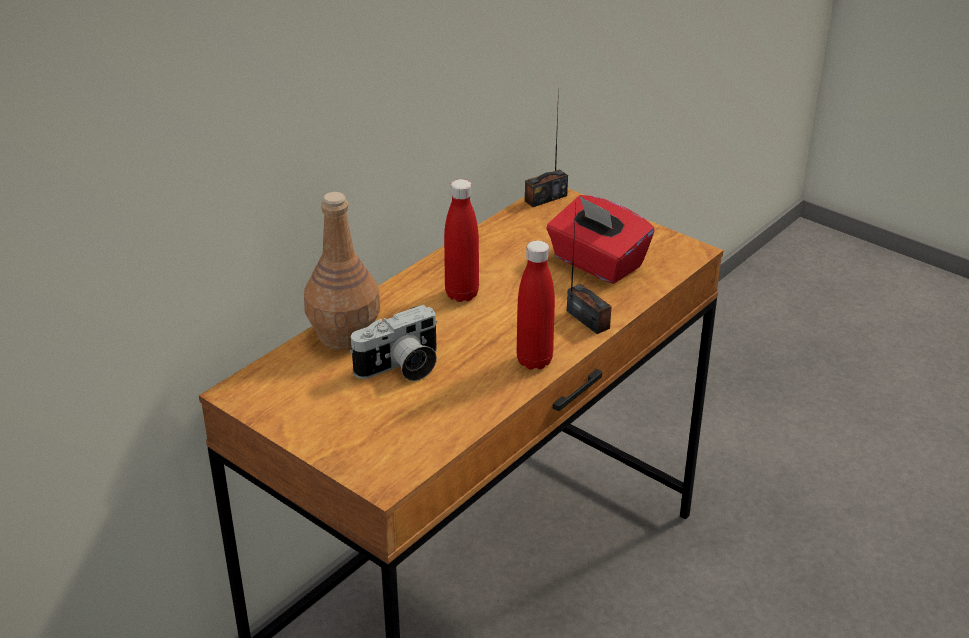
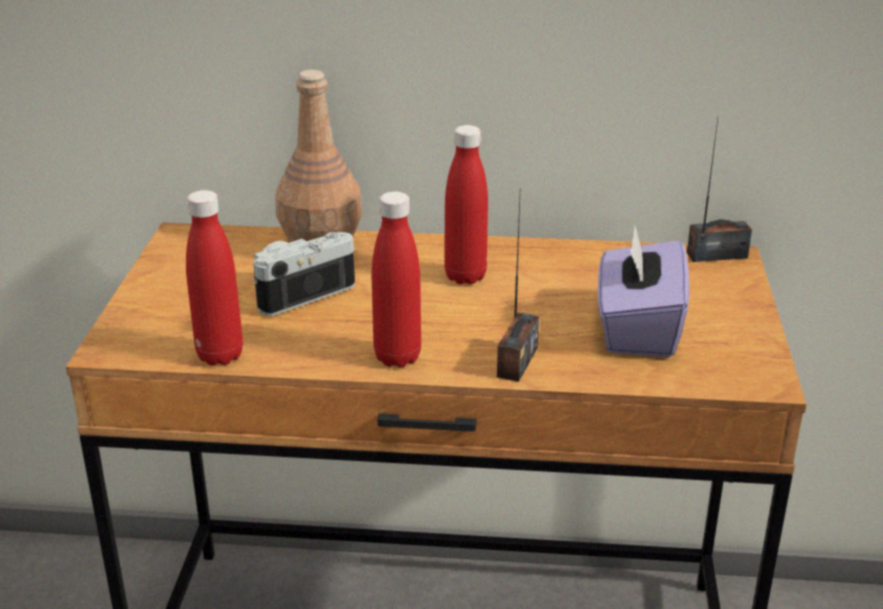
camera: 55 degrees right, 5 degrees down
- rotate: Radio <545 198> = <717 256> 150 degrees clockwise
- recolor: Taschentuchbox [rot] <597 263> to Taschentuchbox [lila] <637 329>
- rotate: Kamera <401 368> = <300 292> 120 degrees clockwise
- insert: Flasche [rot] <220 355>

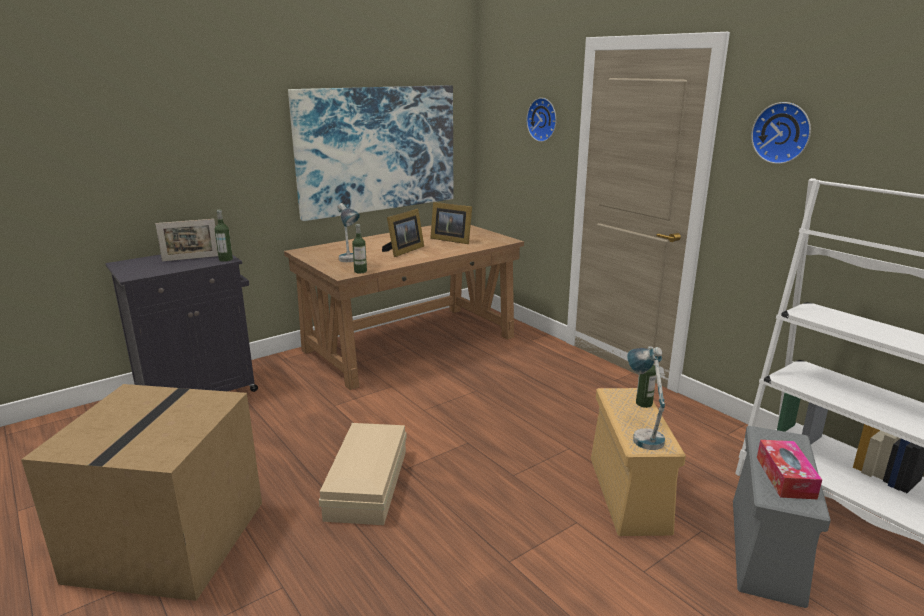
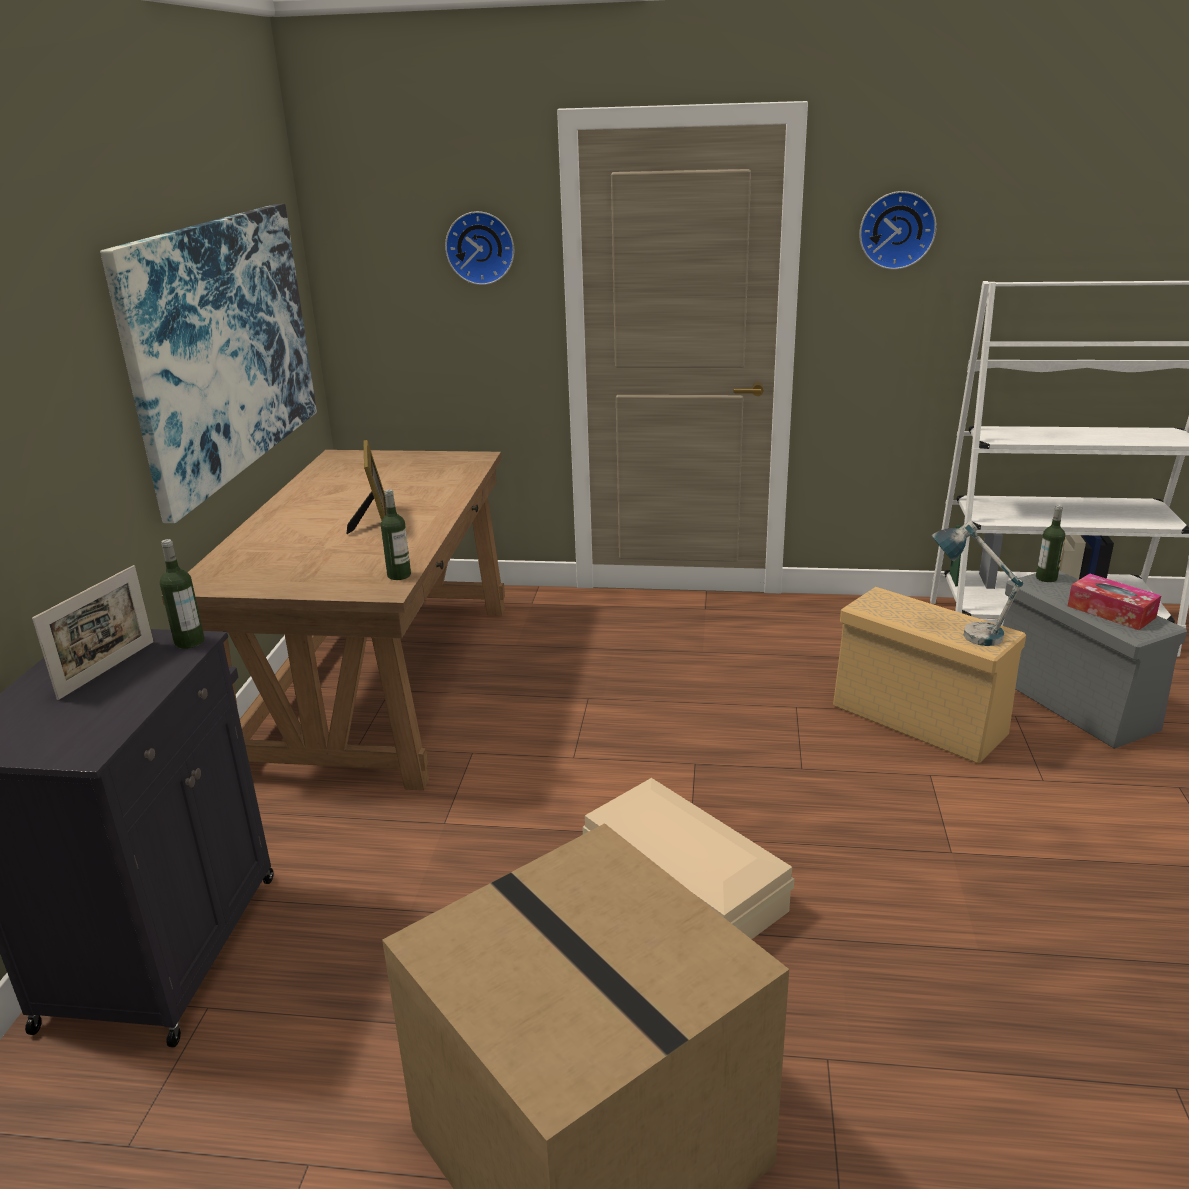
camera: 45 degrees left, 5 degrees up
- delete: Bilderrahmen <451 239>
- delete: Tischlampe <350 261>
- move: Flasche <644 403> to <1046 578>

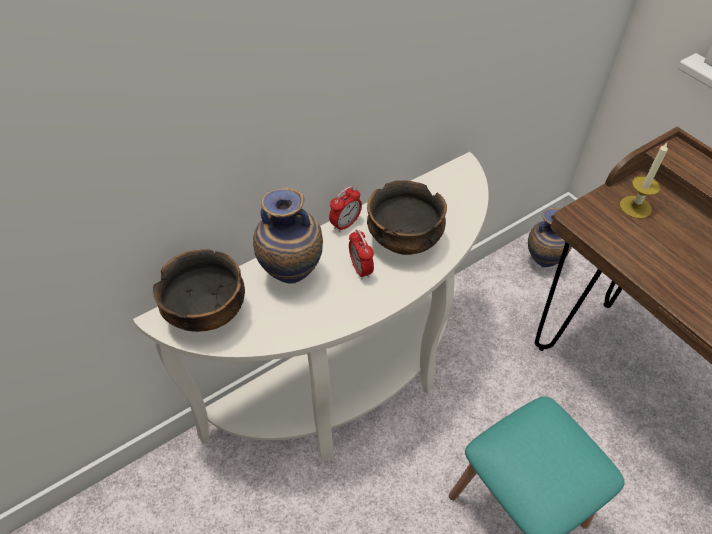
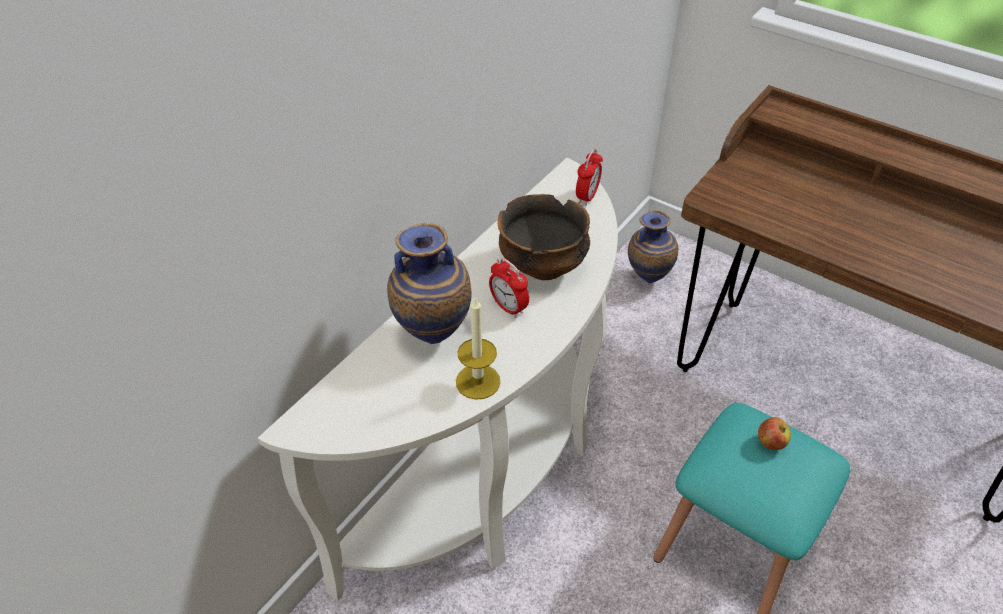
camera: 20 degrees left, 5 degrees down
- move: Kerze <635 207> to <478 381>
- move: Wecker <345 224> to <587 197>
- delete: Schüssel <208 313>
- insert: Apfel <770 442>

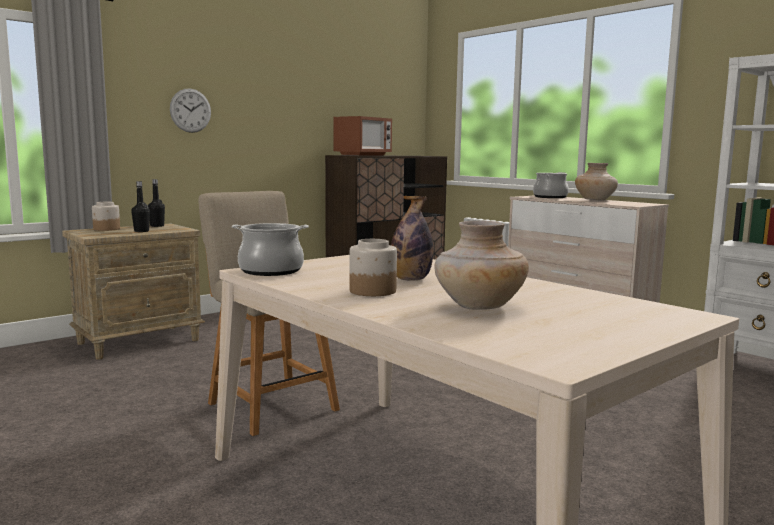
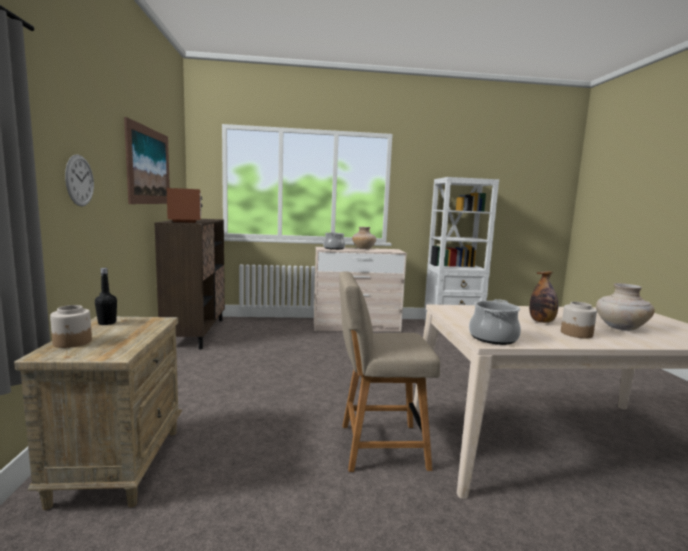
camera: 55 degrees left, 0 degrees up
- delete: Flasche [schwarz] <141 231>
- insert: Bild <149 166>

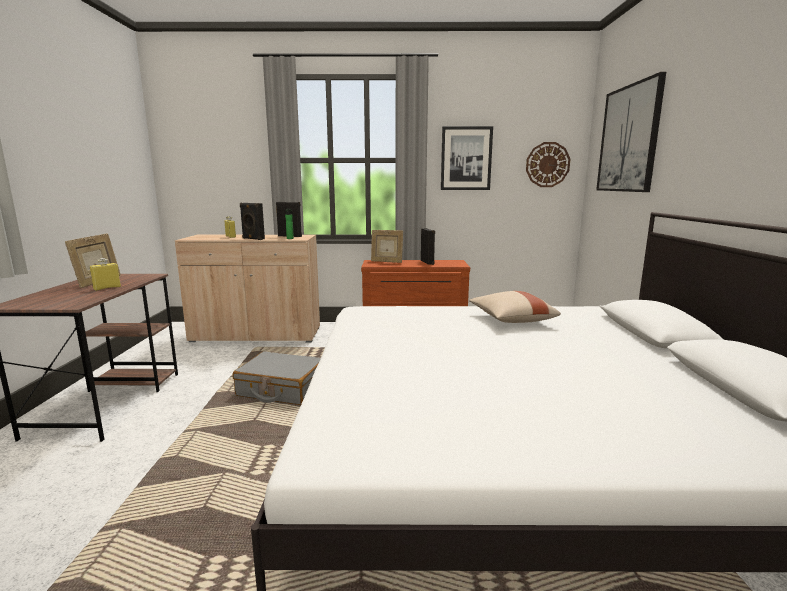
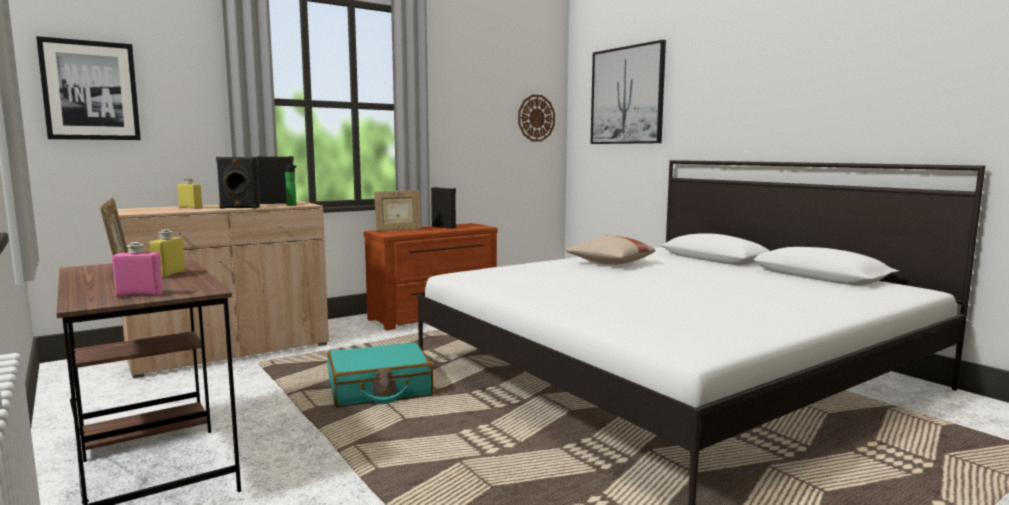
camera: 35 degrees left, 5 degrees down
- move: Bild <466 158> to <90 90>
- recolor: Koffer [grau] <281 389> to Koffer [türkis] <379 389>
- insert: Flasche [rosa] <139 295>

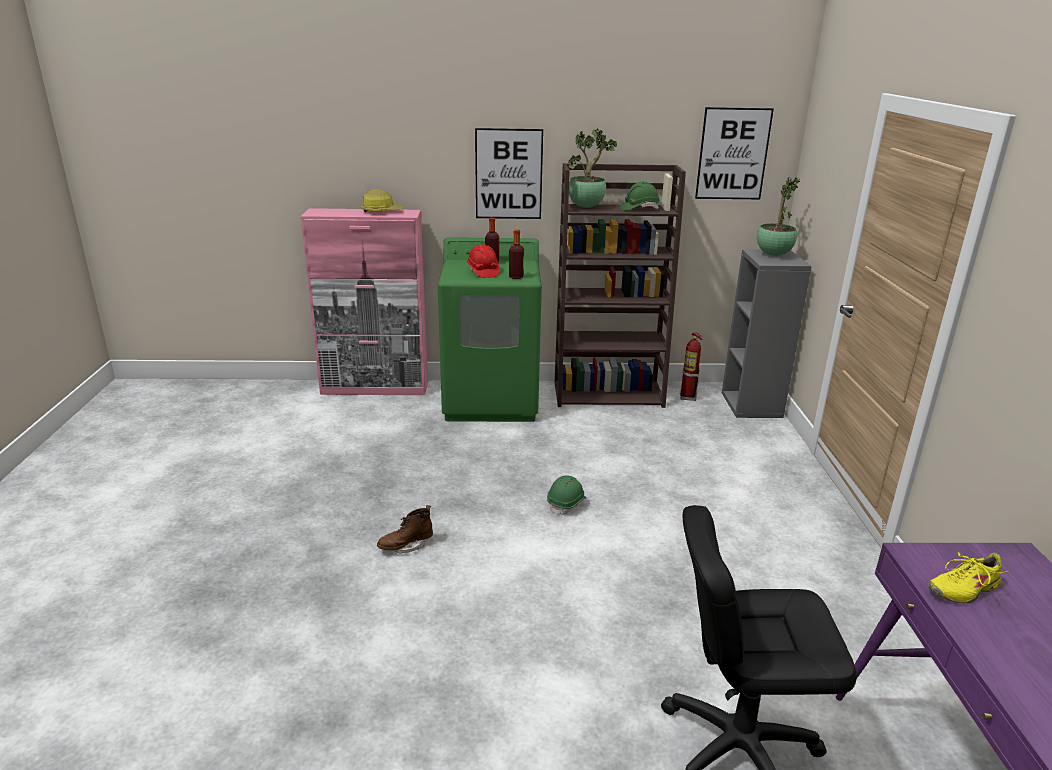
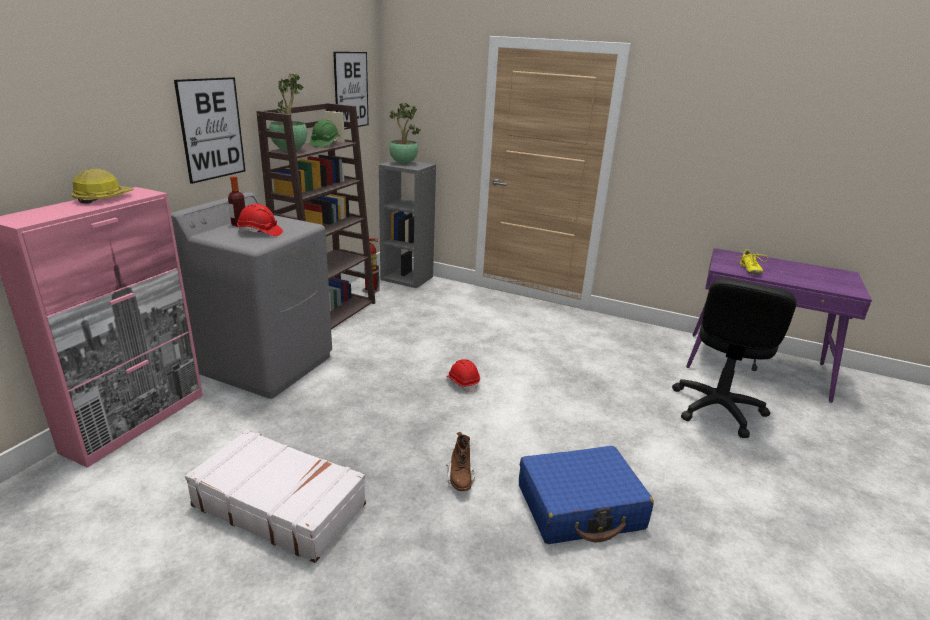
camera: 65 degrees left, 0 degrees up
- delete: Flasche <516 277>
- recolor: Waschmaschine [grün] <491 400> to Waschmaschine [grau] <267 364>
- recolor: Schutzhelm [grün] <567 504> to Schutzhelm [rot] <463 382>
- insert: Koffer [weiß] <280 504>
- insert: Koffer [blau] <580 507>

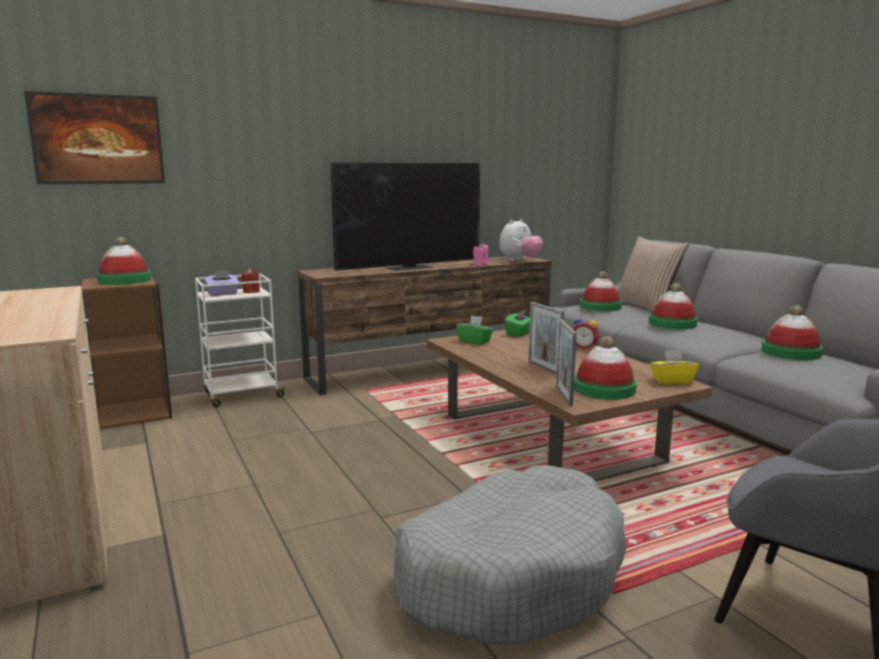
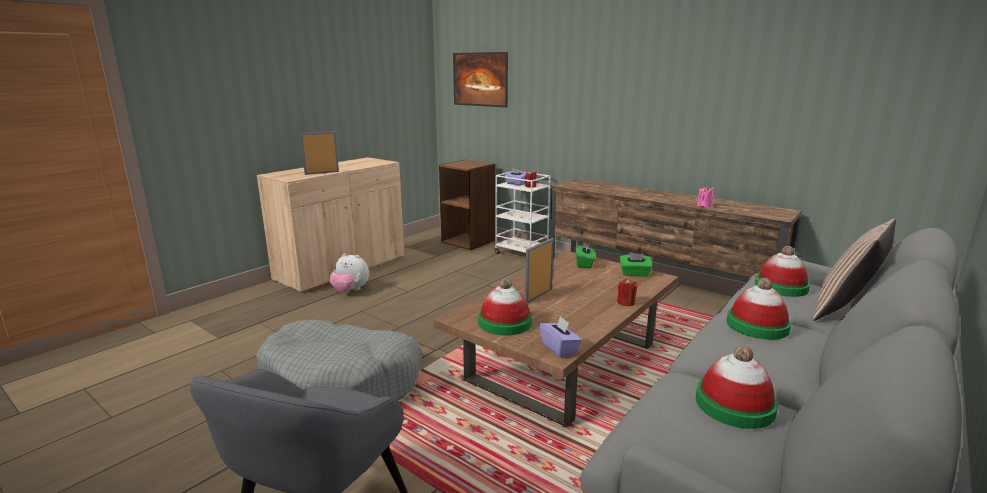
camera: 65 degrees right, 5 degrees up
- delete: Fernseher <410 267>
- move: Plüschtier <519 260> to <350 291>
- delete: Hut <125 280>
- replace: Wecker <585 347> to Kerze [rot] <626 302>
- move: Bilderrahmen <564 395> to <322 173>
- recolor: Taschentuchbox [gelb] <672 381> to Taschentuchbox [lila] <559 348>

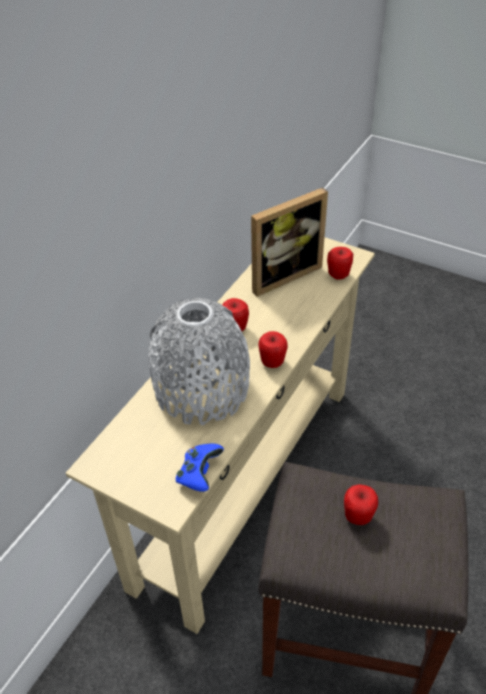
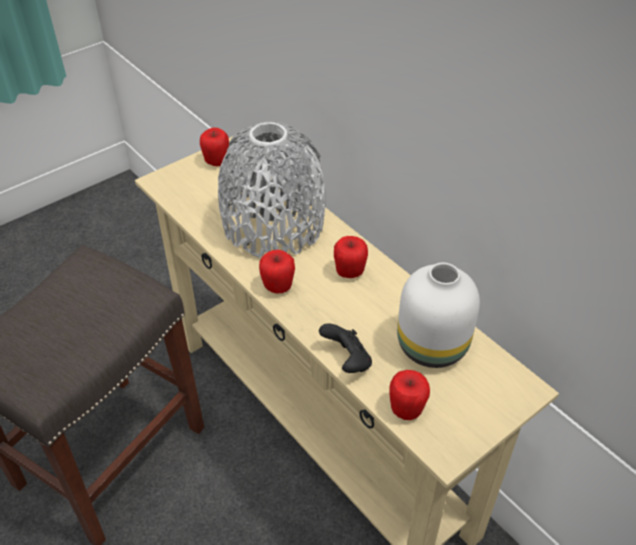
camera: 110 degrees right, 0 degrees up
- replace: Bilderrahmen <282 274> to Vase [weiß] <434 347>
- delete: Gamepad [blau] <199 474>
- move: Apfel <358 516> to <216 162>
- insert: Gamepad [schwarz] <347 361>

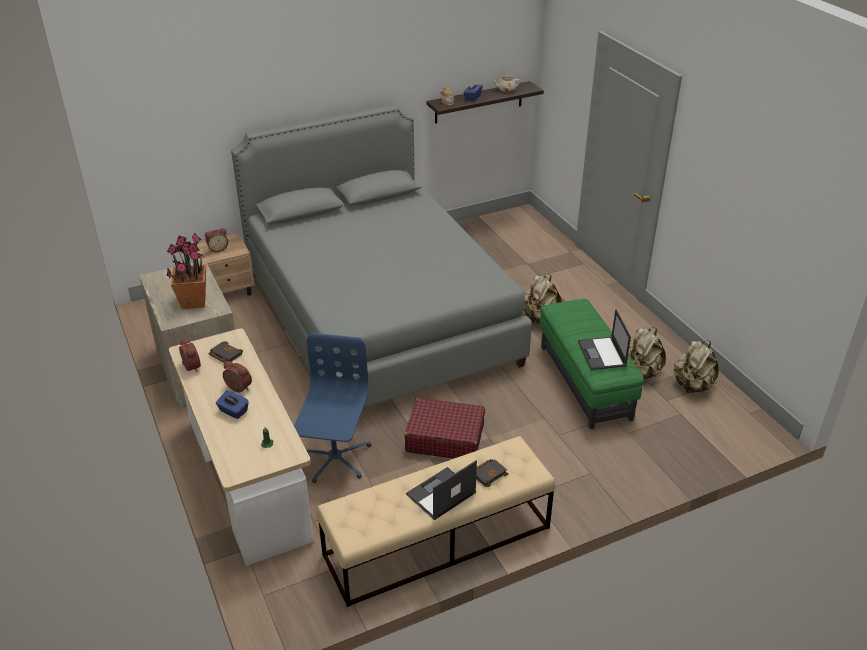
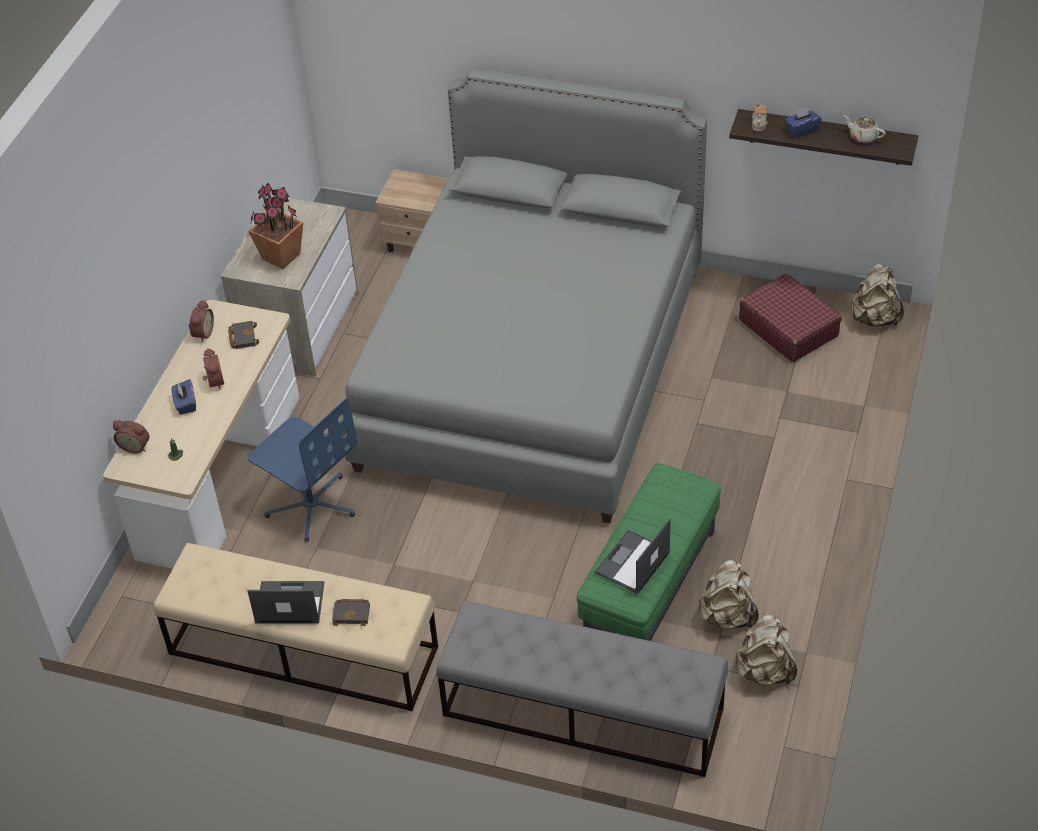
camera: 45 degrees right, 10 degrees up
- move: Wecker <218 249> to <135 446>
- move: Rucksack [beige] <539 318> to <874 318>
- rotate: Bürostuhl [blau] <334 458> = <311 505> 75 degrees clockwise
- move: Koffer [rot] <444 438> to <788 327>
- insert: Bank [grau] <582 712>

